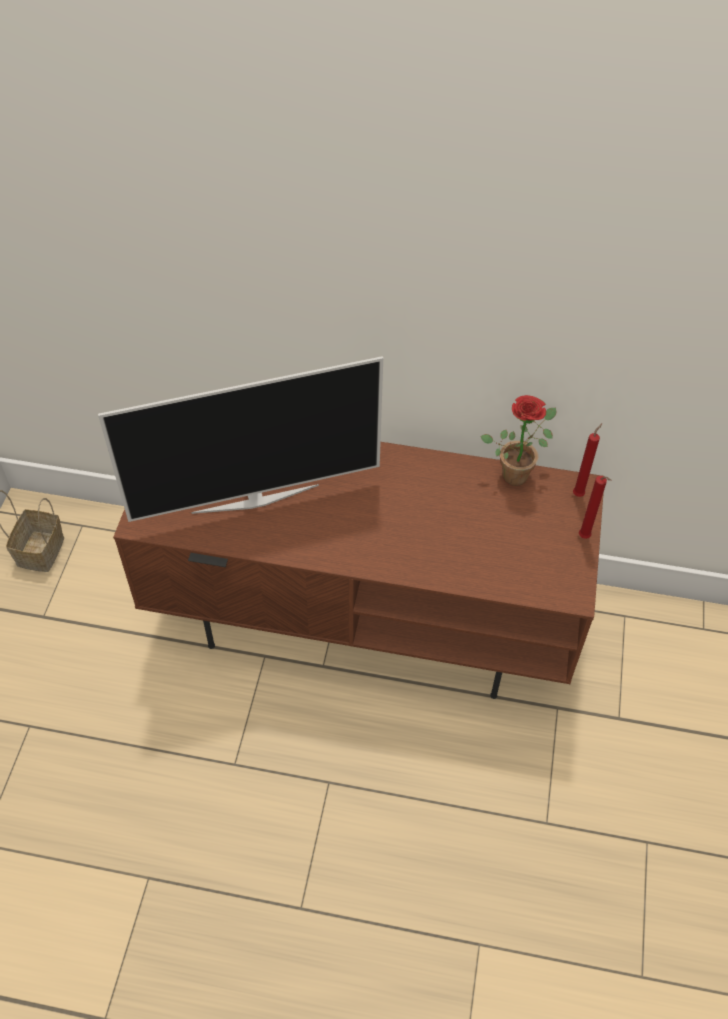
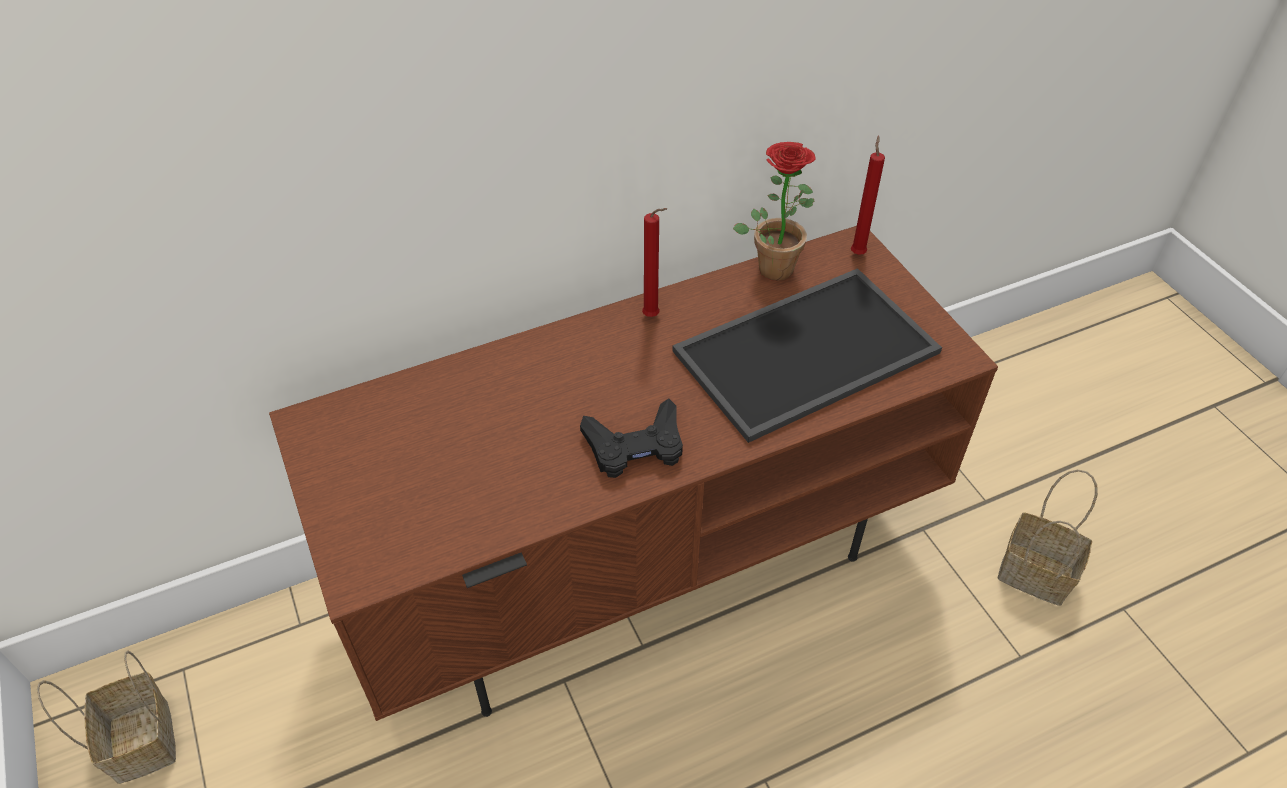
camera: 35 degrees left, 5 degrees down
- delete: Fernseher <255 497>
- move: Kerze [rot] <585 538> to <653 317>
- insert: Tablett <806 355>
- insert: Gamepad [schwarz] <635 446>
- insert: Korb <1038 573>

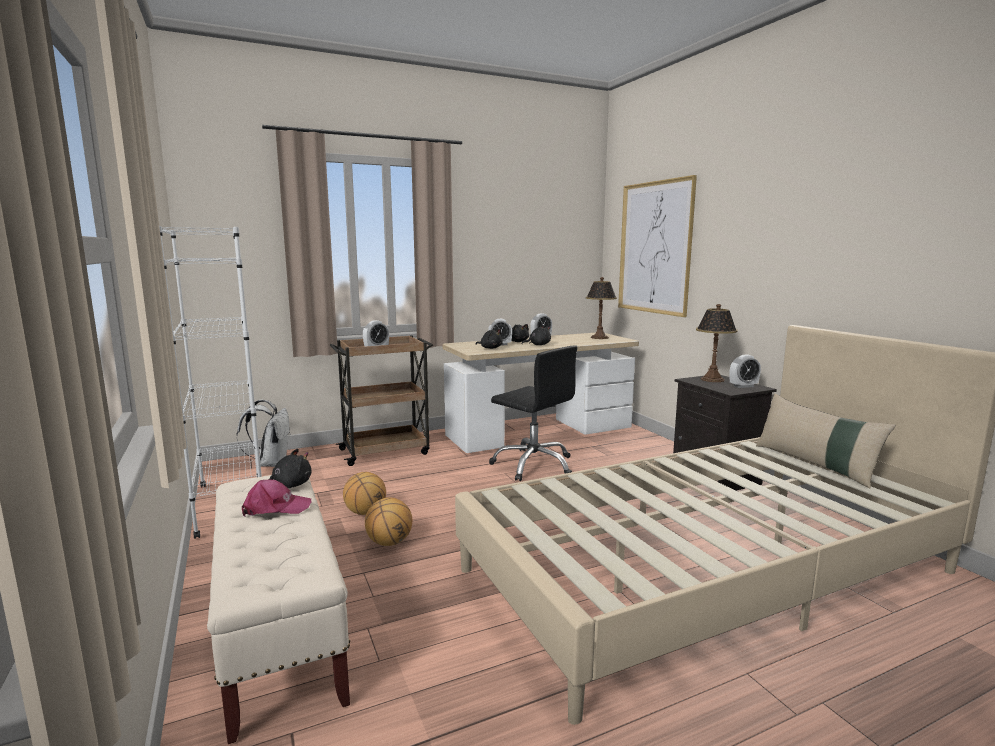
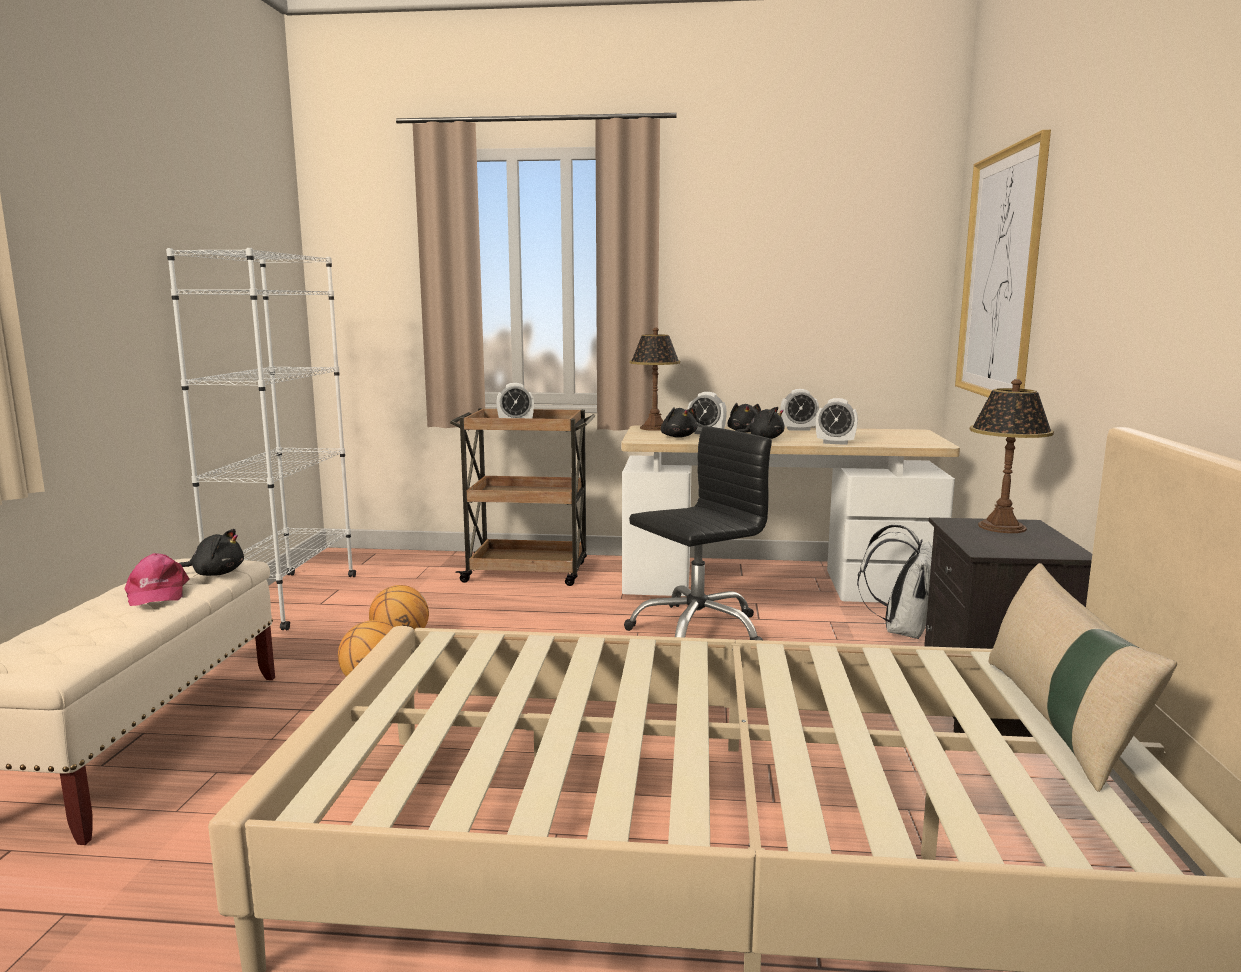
camera: 30 degrees right, 0 degrees up
- move: Tischlampe <599 337> to <654 428>
- rotate: Bürostuhl [schwarz] <534 465> = <696 629> 105 degrees counterclockwise
- move: Wecker <743 386> to <835 443>
- move: Rucksack [weiß] <271 463> to <900 630>
- rotate: Kappe [rosa] <275 508> = <156 593> 45 degrees clockwise

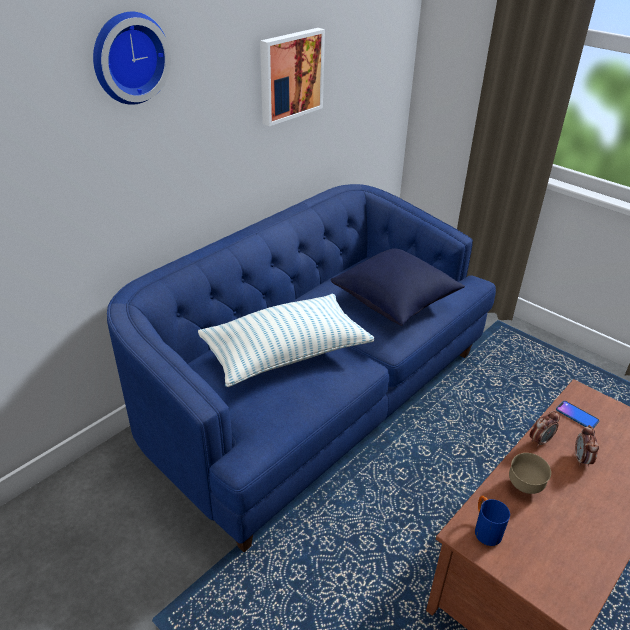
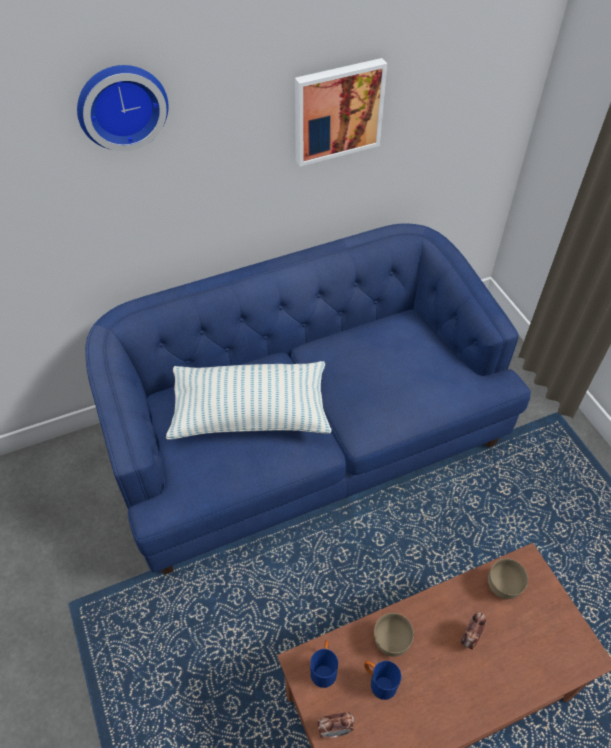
camera: 25 degrees right, 15 degrees up
- delete: Kissen [blau] <395 300>
- replace: Handy <577 415> to Schüssel [braun] <503 587>
- move: Wecker <540 441> to <335 730>
- insert: Henkelbecher [blau] <378 682>

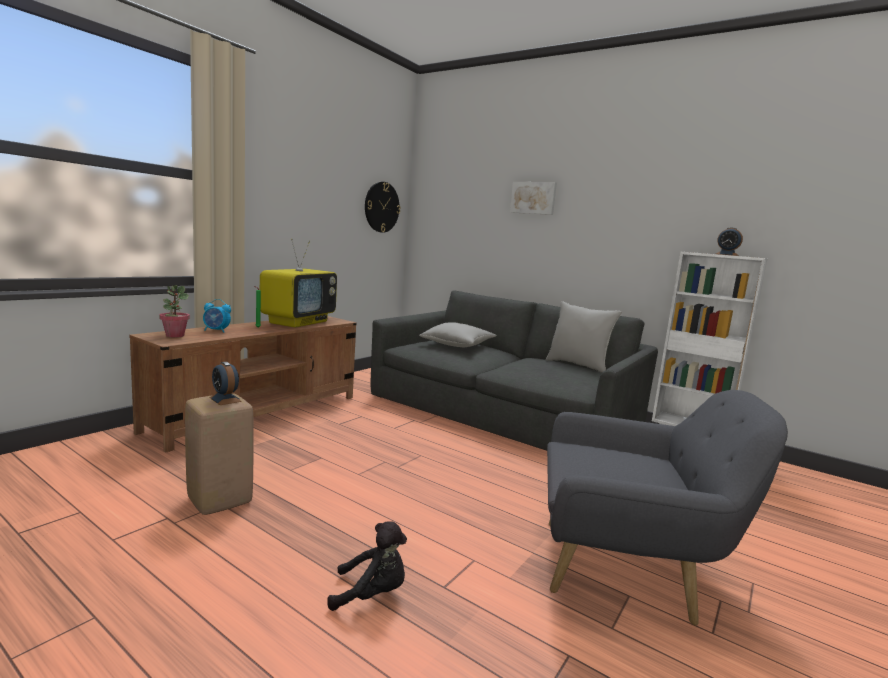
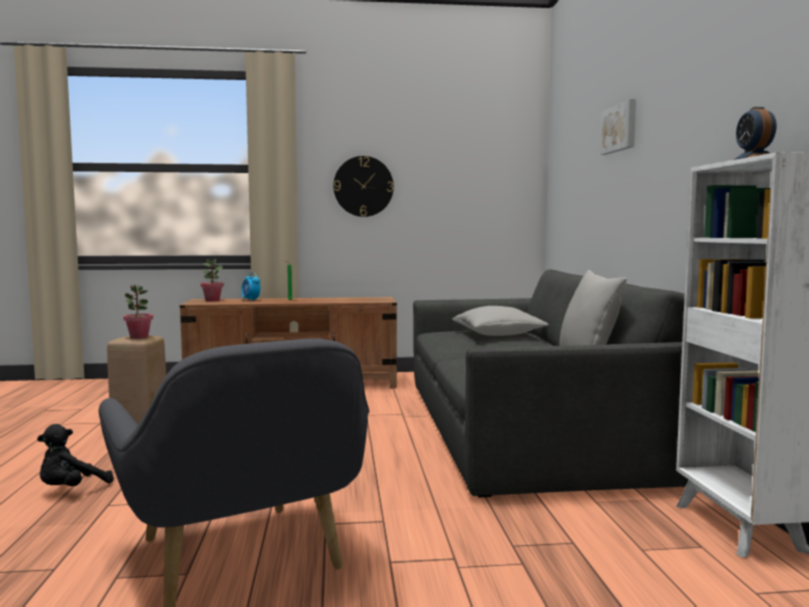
camera: 50 degrees right, 5 degrees down
- move: Wanduhr <381 207> to <363 186>
- delete: Fernseher <298 322>
- replace: Wecker <225 399> to Topfpflanze <139 337>
- rotate: Plüschtier [schwarz] <371 594> = <71 489> 75 degrees clockwise

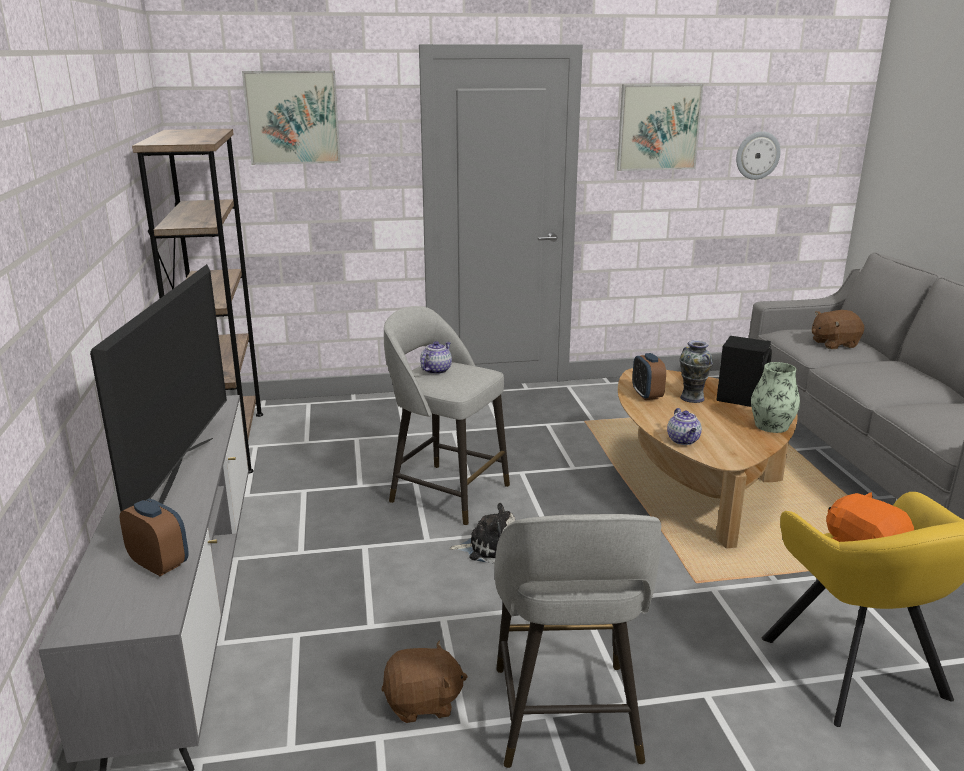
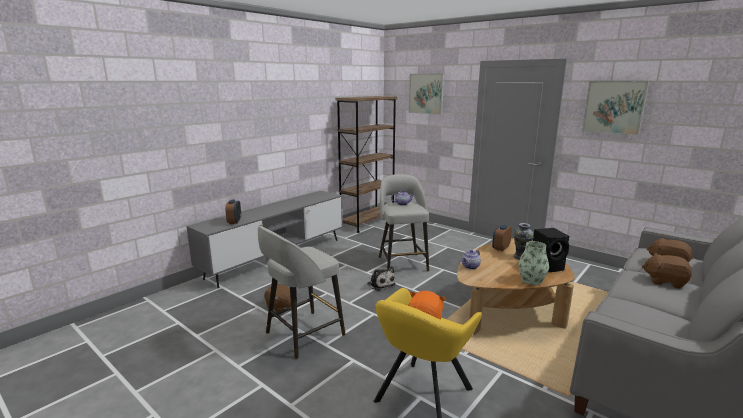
camera: 50 degrees right, 5 degrees down
- delete: Wanduhr <757 155>
- delete: Fernseher <183 474>
- insert: Plüschtier [braun] <664 281>

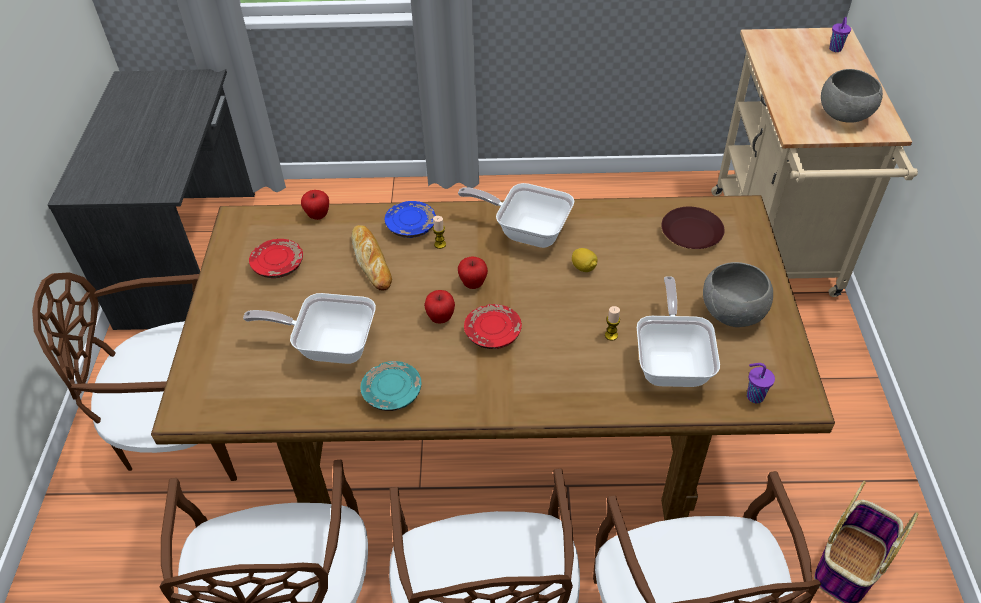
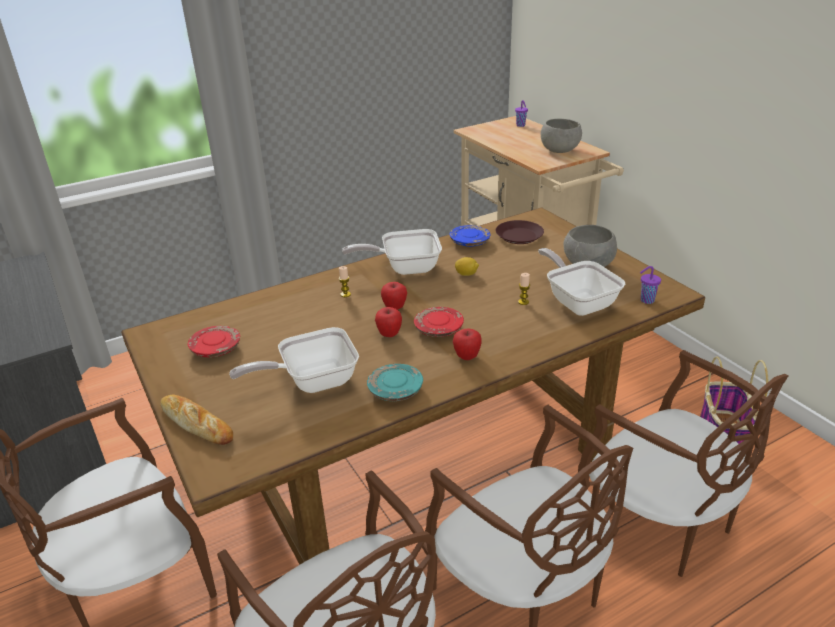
camera: 30 degrees left, 15 degrees down
- move: Apfel <318 216> to <467 357>
- move: Teller [blau] <411 226> to <469 242>
- move: Brot <371 260> to <197 423>

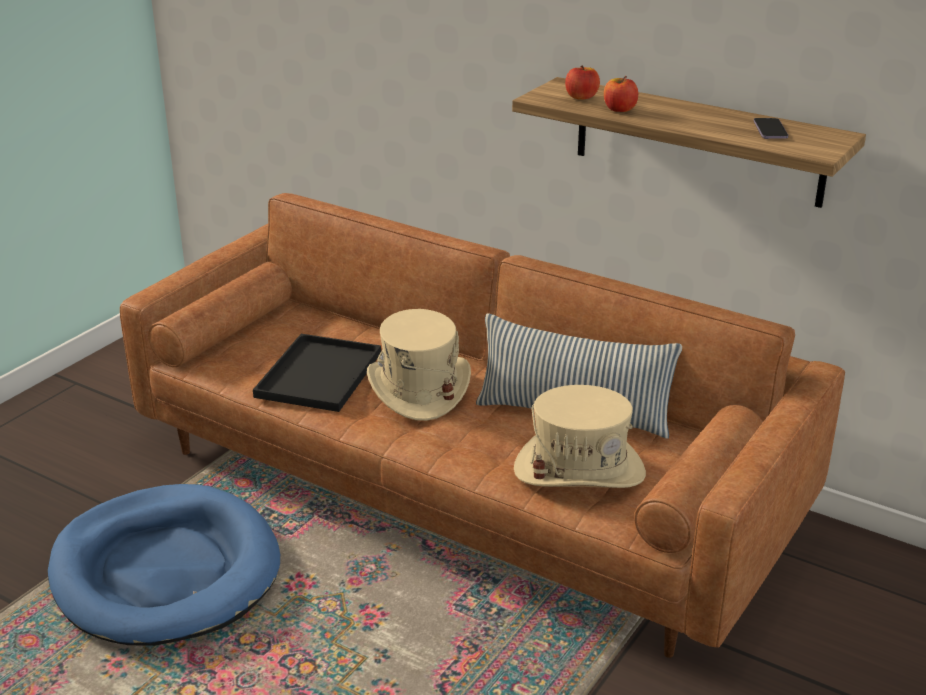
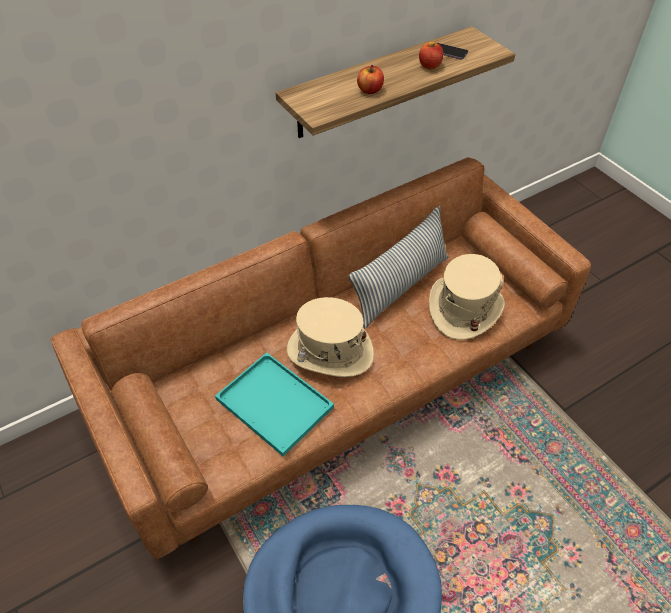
camera: 65 degrees left, 20 degrees up
- move: Apfel <581 97> to <429 65>
- recolor: Tablett [schwarz] <319 376> to Tablett [türkis] <277 404>

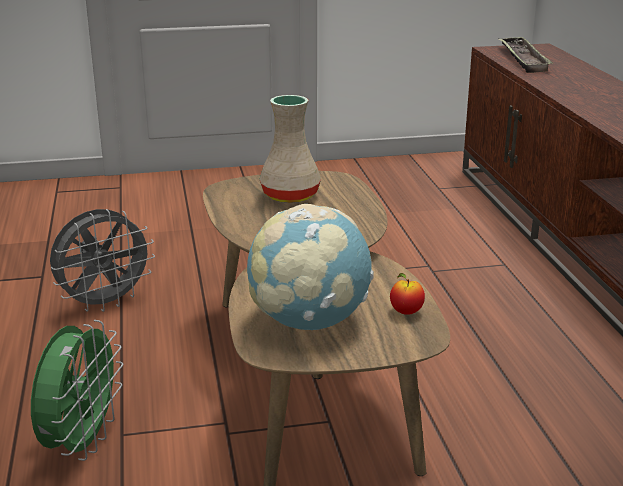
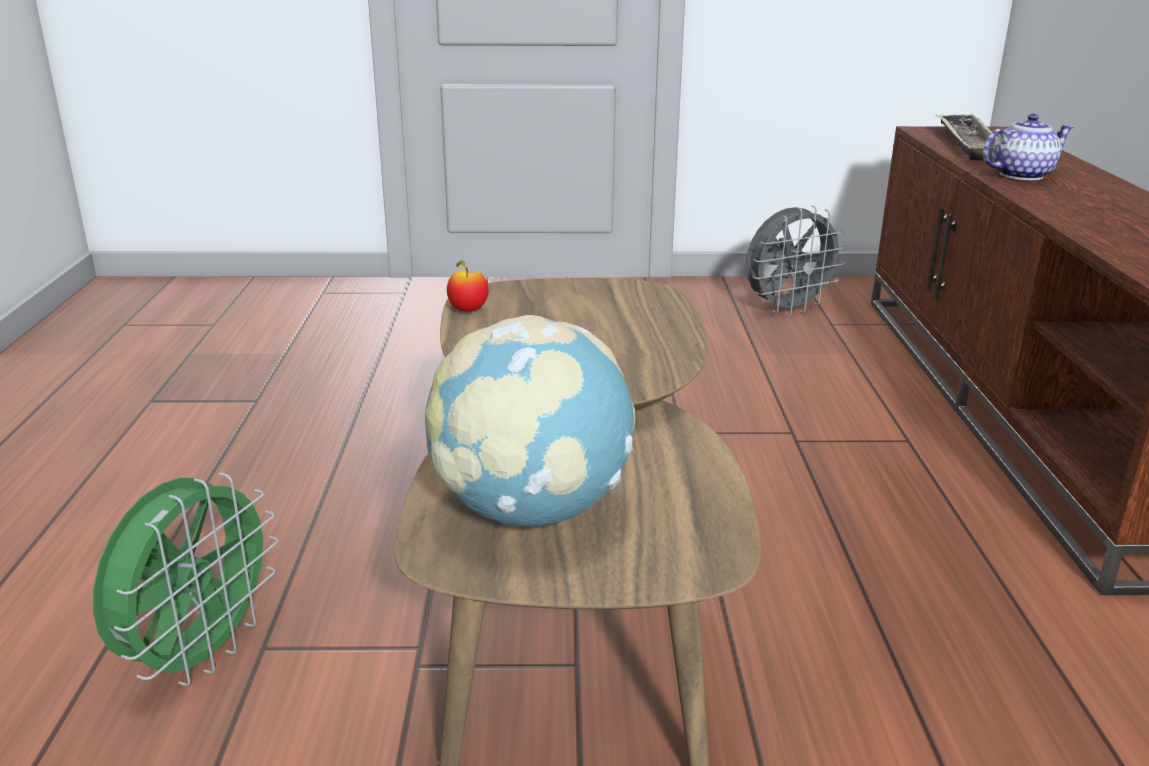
camera: 10 degrees right, 0 degrees up
- delete: Vase [beige] <291 195>
- move: Ventilator [grau] <105 303> to <787 309>
- move: Apfel <406 312> to <468 310>
- insert: Teekanne <1020 175>

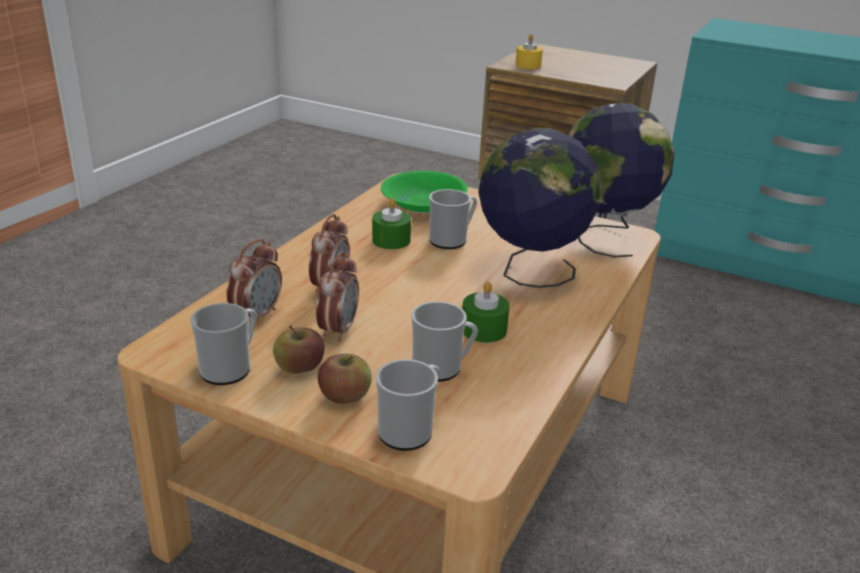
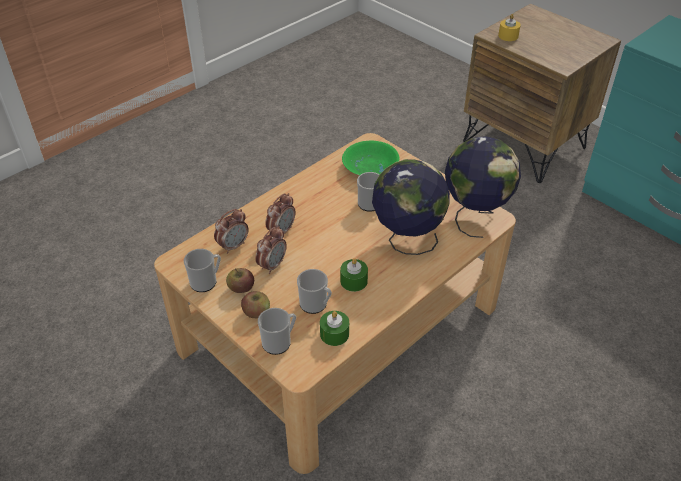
camera: 20 degrees right, 15 degrees up
- move: Kerze [grün] <391 240> to <334 334>

